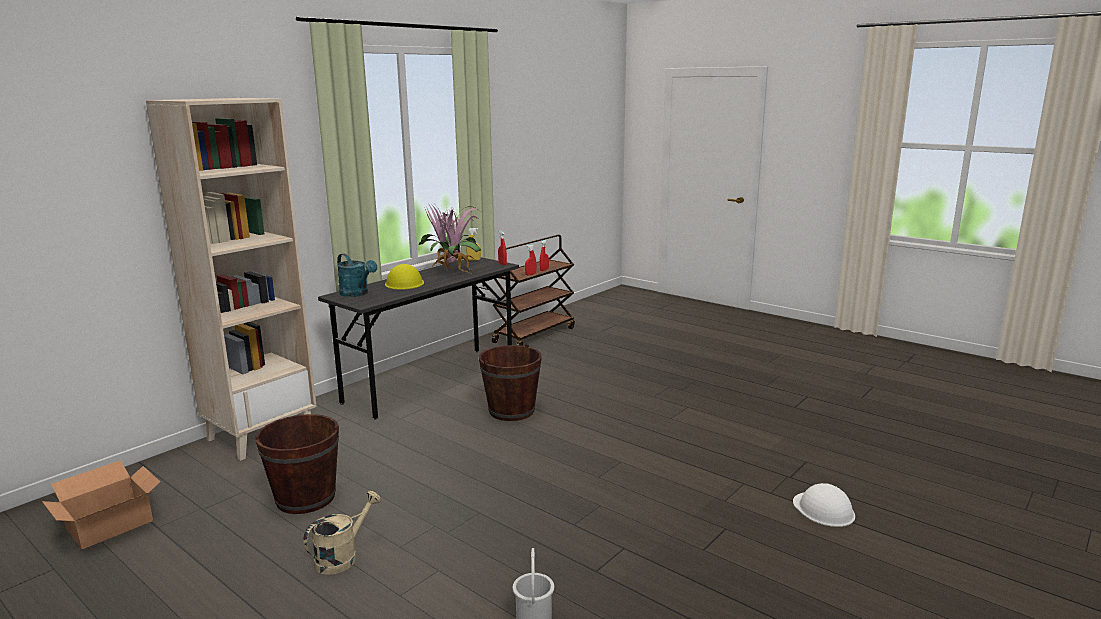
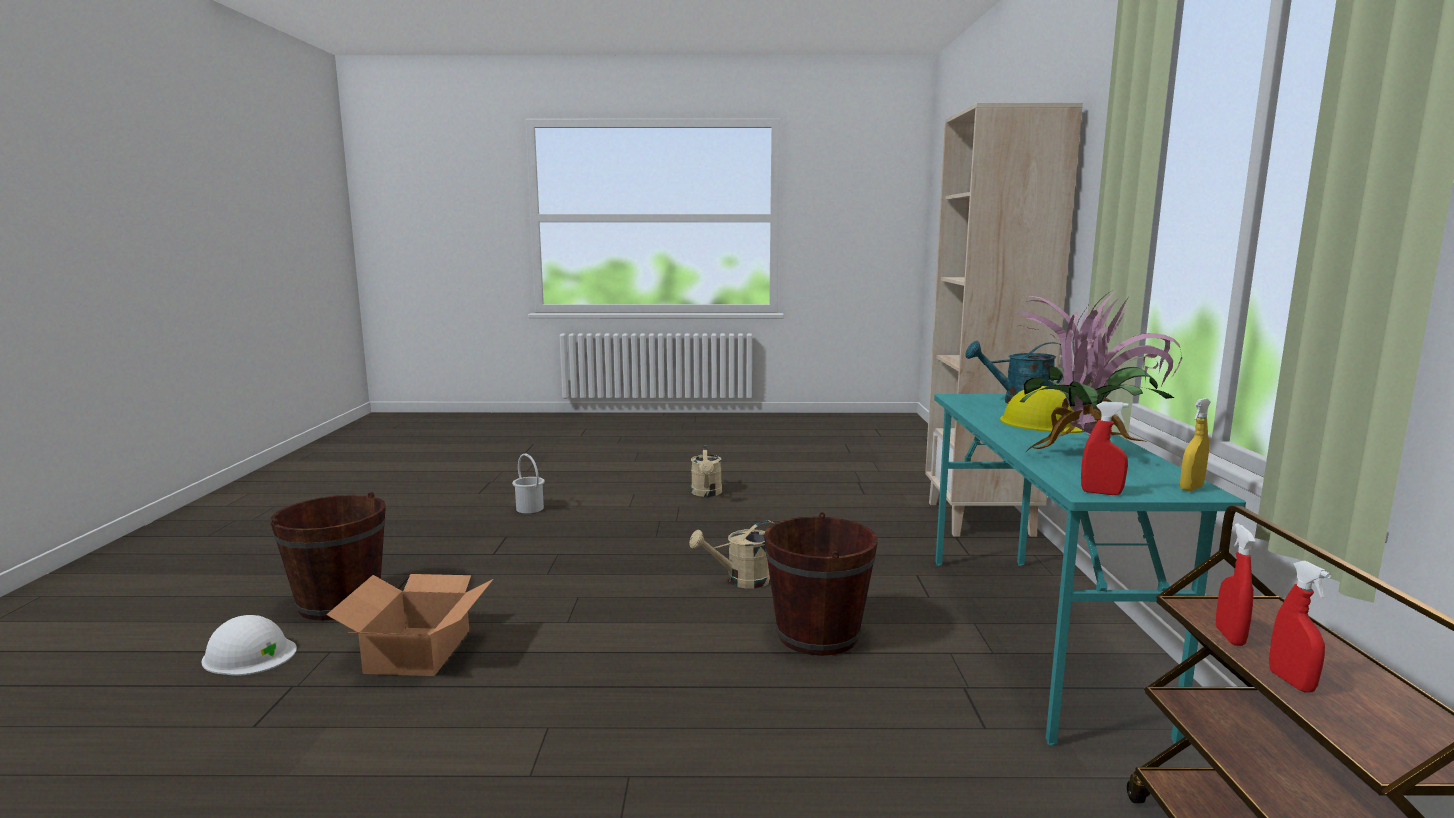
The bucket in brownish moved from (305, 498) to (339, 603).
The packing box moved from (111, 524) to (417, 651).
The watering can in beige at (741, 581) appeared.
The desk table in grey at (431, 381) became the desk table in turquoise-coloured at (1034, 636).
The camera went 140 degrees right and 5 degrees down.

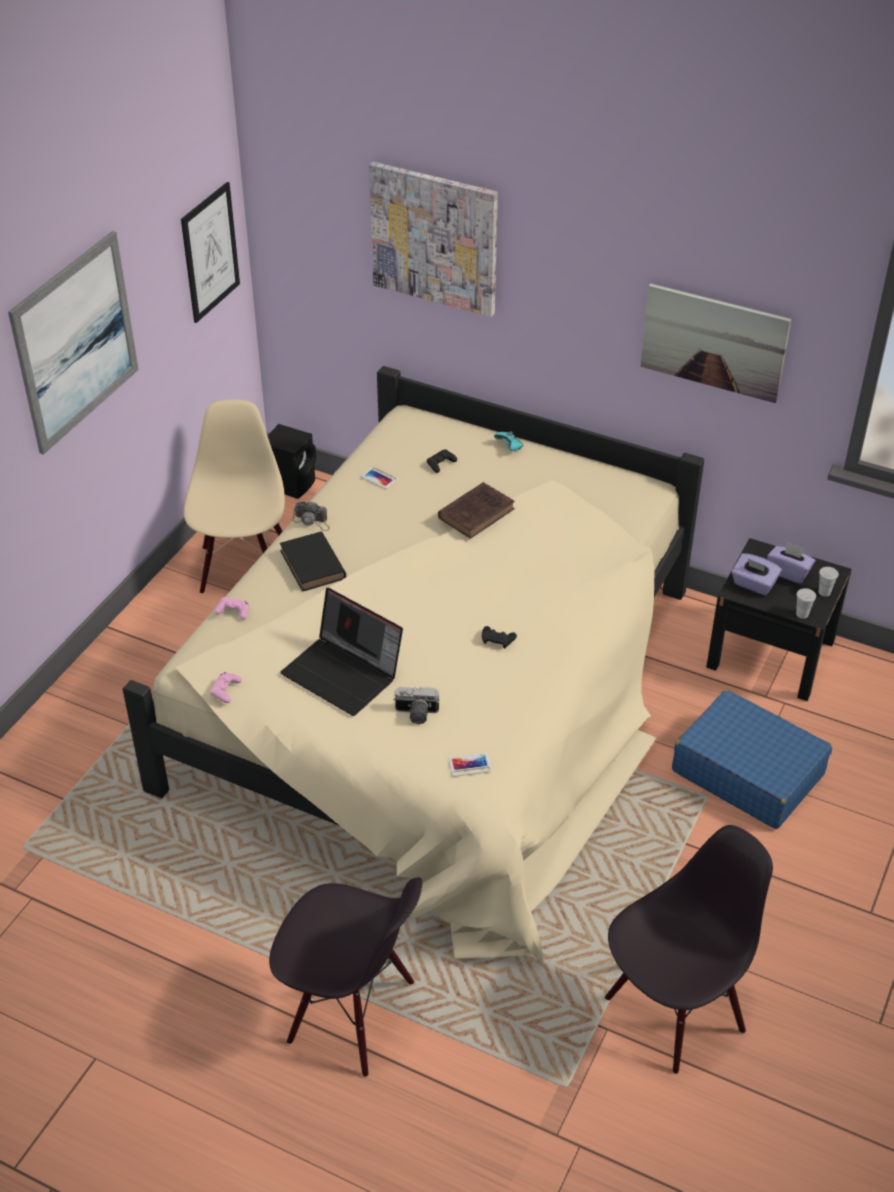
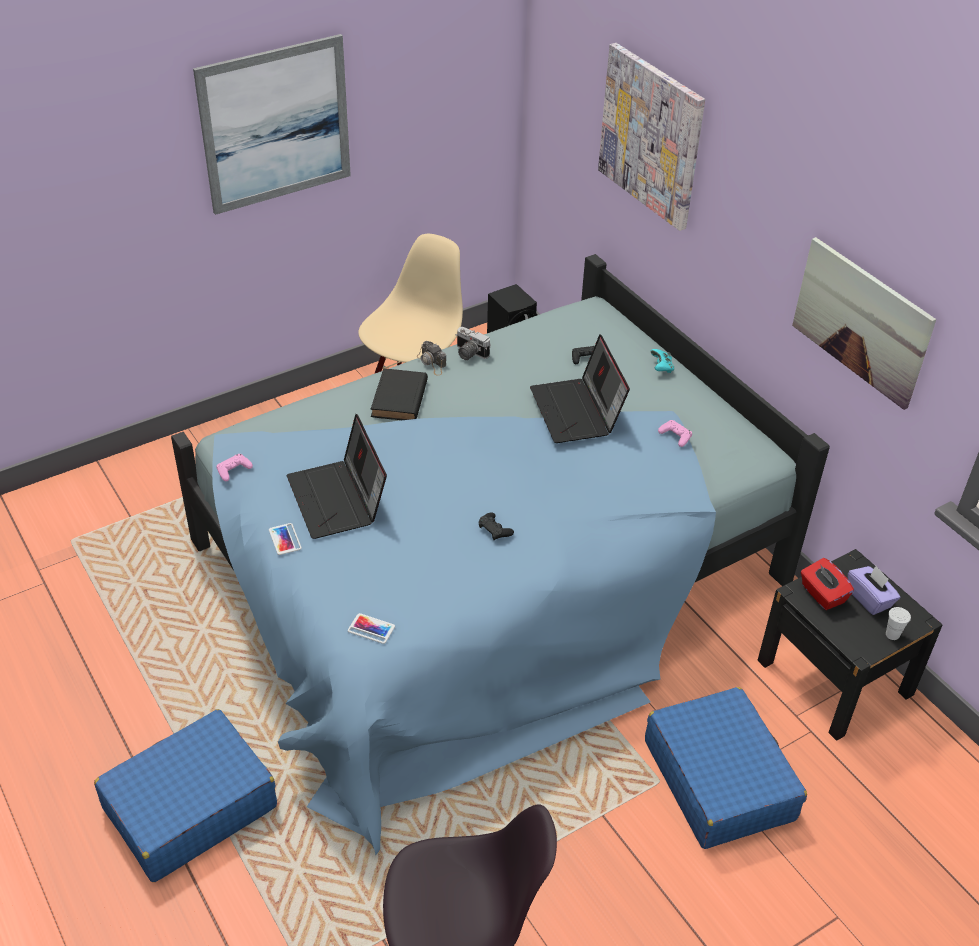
The upright chair in black at (351, 1014) was replaced by the travel case in blue at (189, 807).
The bedroom bed in beige at (441, 701) became the bedroom bed in blue at (486, 577).
The handset moved from (379, 478) to (285, 539).
The still camera moved from (416, 714) to (469, 354).
The volume in brownish at (477, 513) was replaced by the laptop at (577, 412).
The joypad in pink moved from (233, 611) to (675, 436).
The tissue holder in purple at (753, 584) became the tissue holder in red-coloured at (822, 594).
The picture at (210, 252) disappeared.
The drinking cup in white at (802, 614) disappeared.
The camera went 30 degrees right and 0 degrees up.

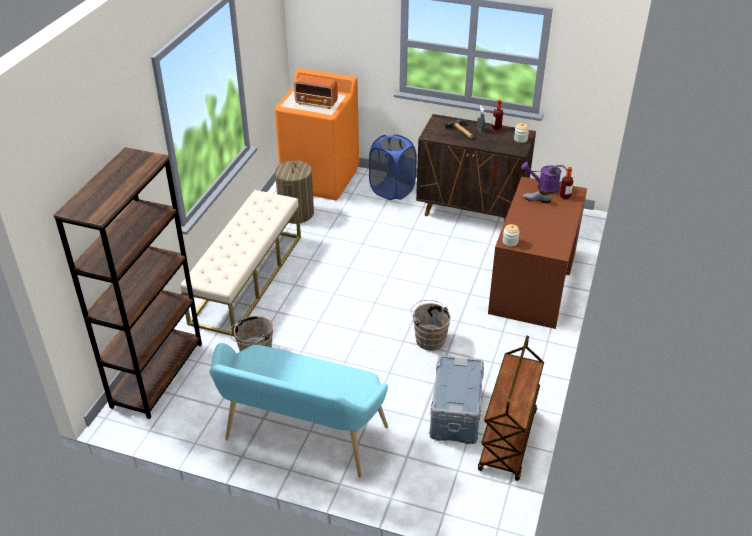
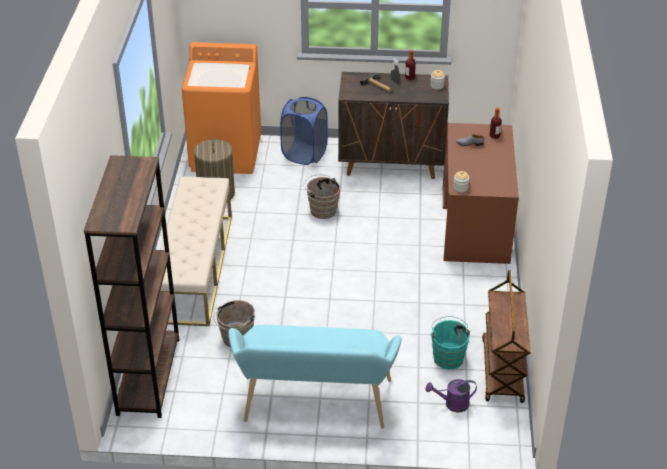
The bucket in brownish moved from (429, 338) to (322, 209).
The watering can in purple moved from (544, 188) to (452, 404).
The storage bin in grey at (456, 413) was replaced by the bucket in turquoise-coloured at (448, 356).
The radio at (317, 103) disappeared.
The camera went 15 degrees left and 0 degrees up.

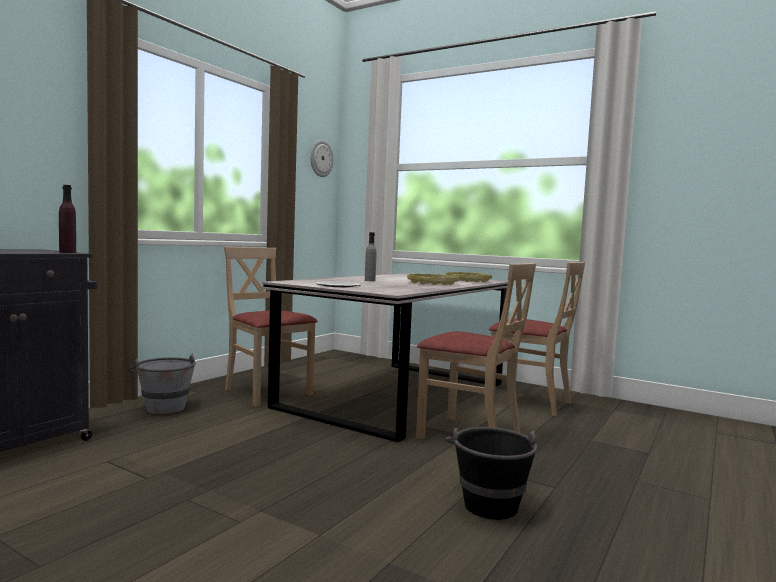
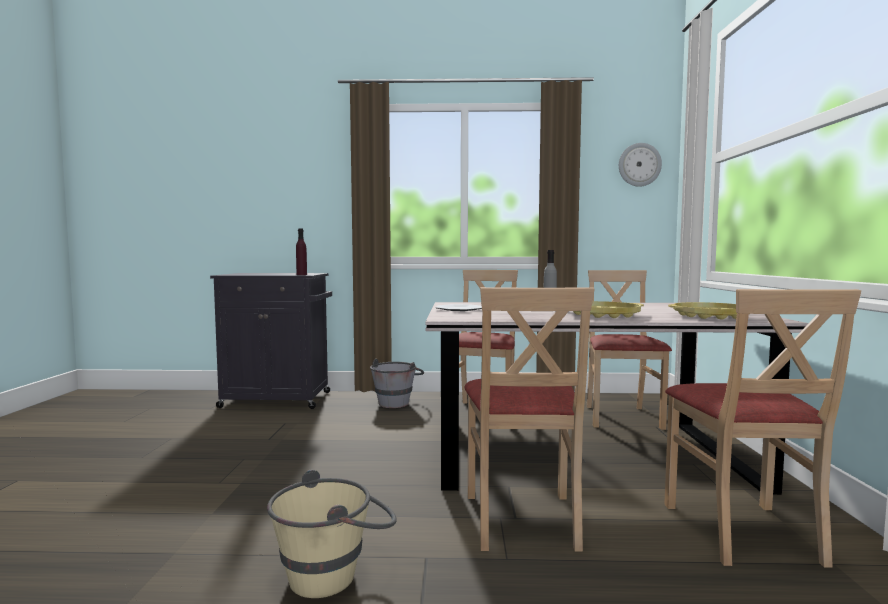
The bucket in black at (488, 500) became the bucket in beige at (335, 572).
The upright chair in beige at (621, 417) appeared.
The camera went 60 degrees right and 0 degrees up.

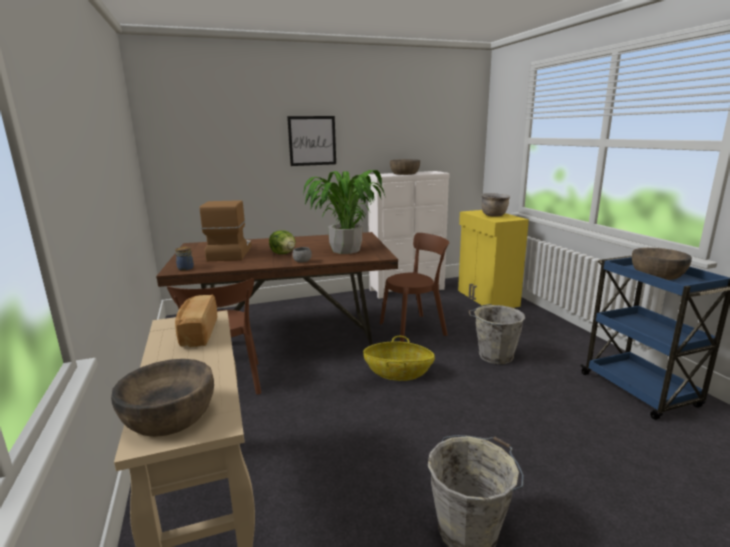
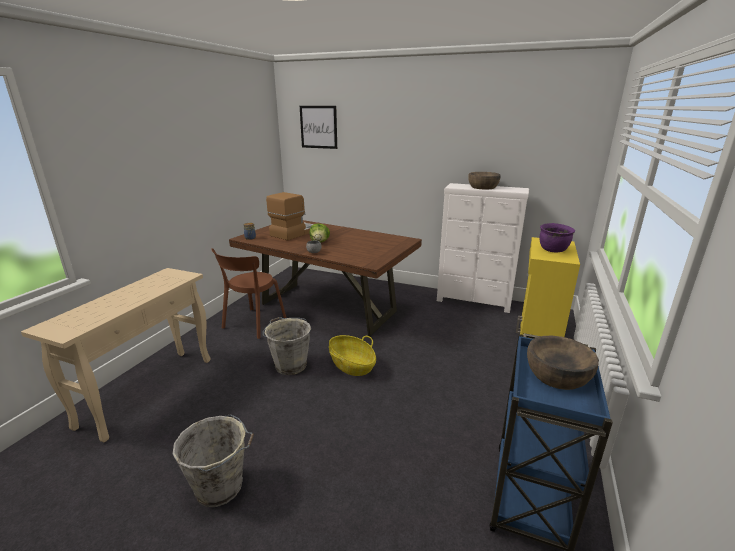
The bucket in grey moved from (494, 356) to (290, 365).
The picture moved from (312, 141) to (318, 127).
The cooking pot in brownish at (494, 215) became the cooking pot in purple at (553, 250).
The serving bowl in brownish at (169, 415) disappeared.
The bread at (197, 333) disappeared.
The houseplant at (345, 250) disappeared.
The upright chair in brownish at (415, 328) disappeared.
The camera went 40 degrees right and 5 degrees up.

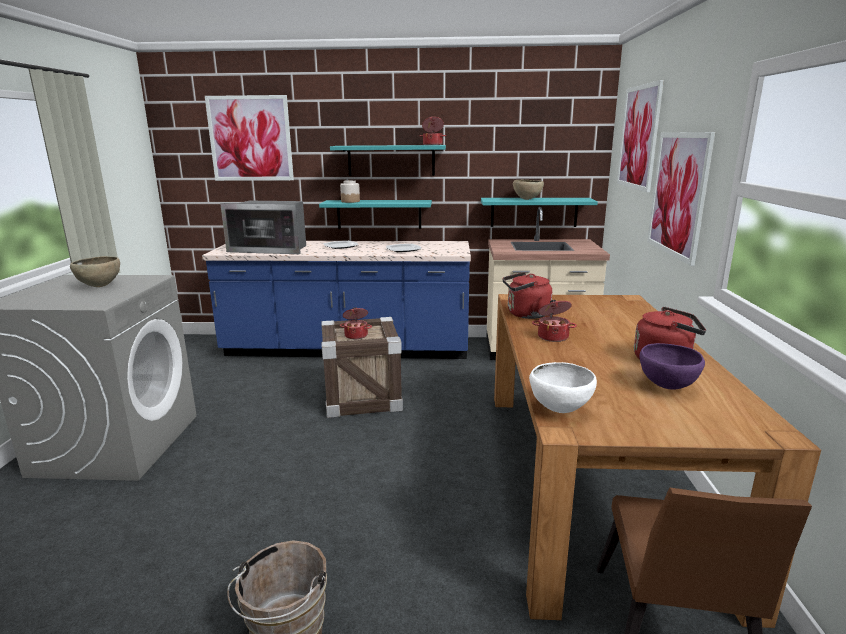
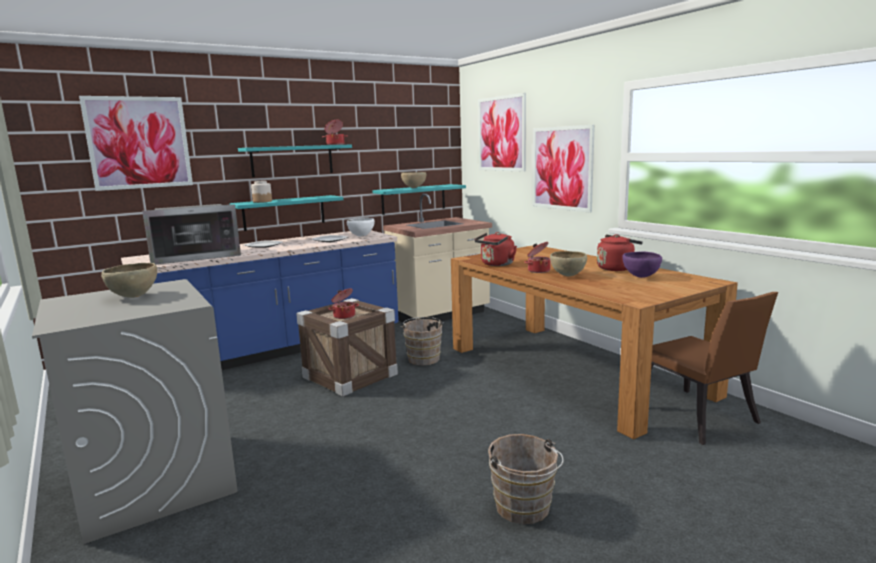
The serving bowl in white moved from (560, 410) to (361, 236).
The bucket in brownish at (423, 358) appeared.
The serving bowl in brownish at (567, 276) appeared.
The camera went 35 degrees left and 5 degrees down.

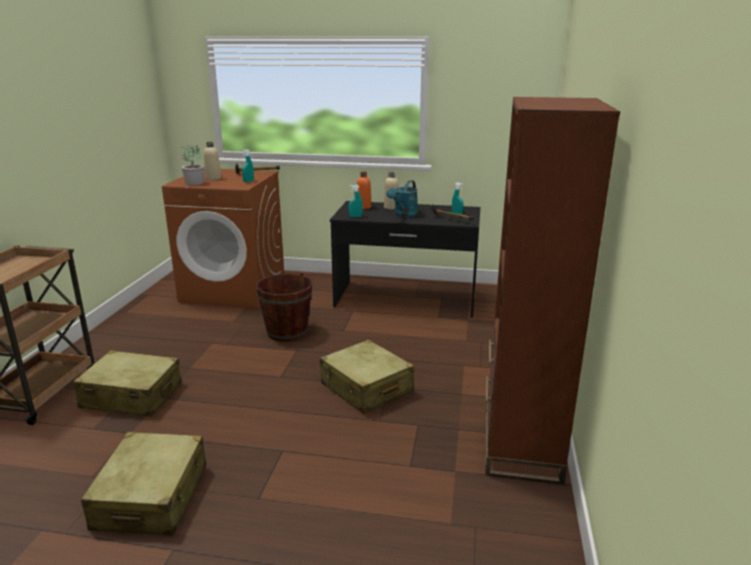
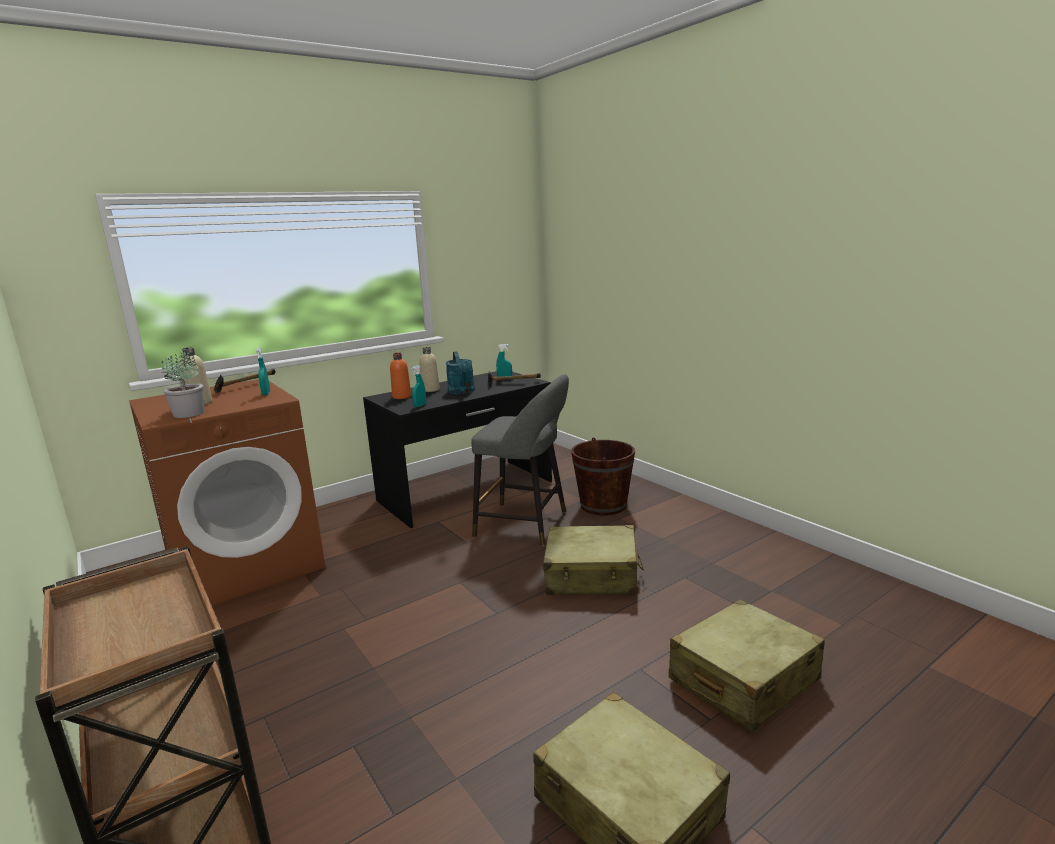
The stool seat in grey at (526, 524) appeared.
The bucket in brownish moved from (287, 332) to (603, 505).
The travel case in beige moved from (132, 396) to (743, 680).
The bookcase in brownish at (521, 445) disappeared.
The camera went 45 degrees left and 5 degrees down.

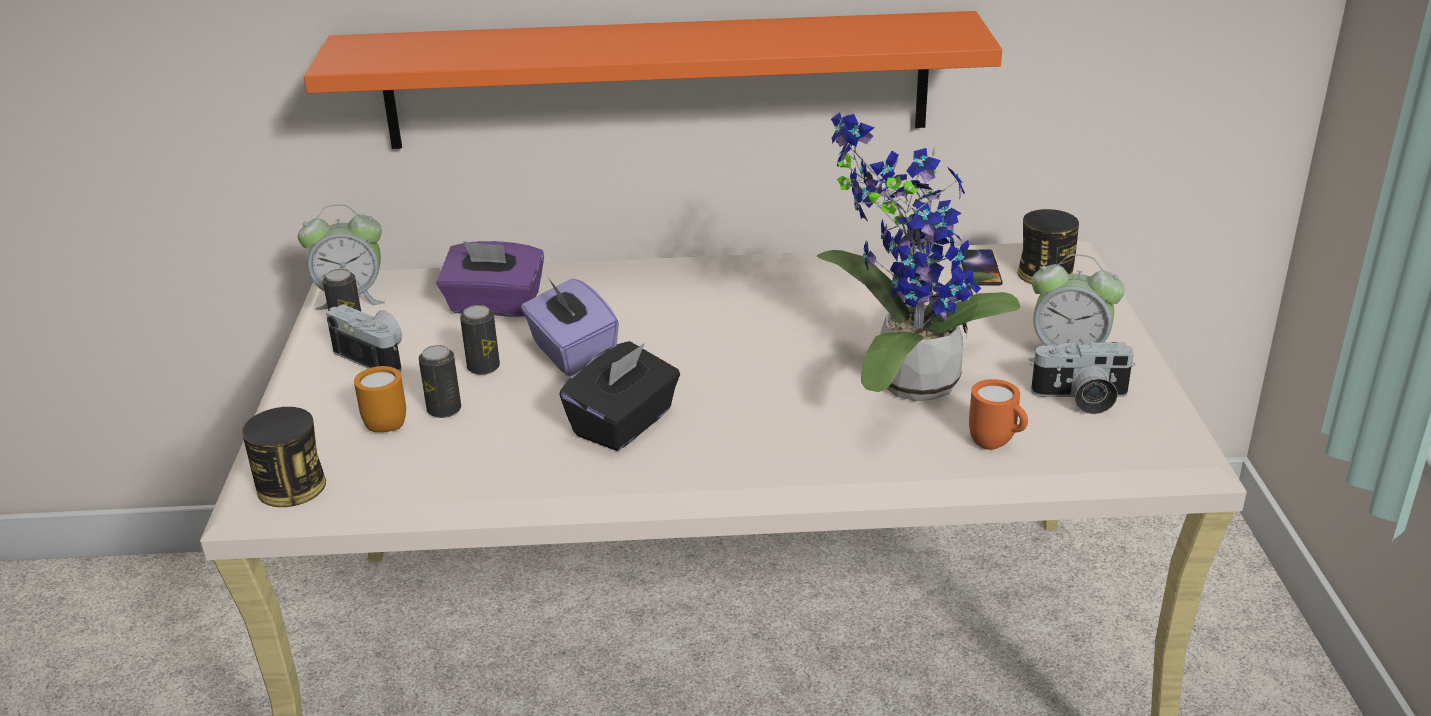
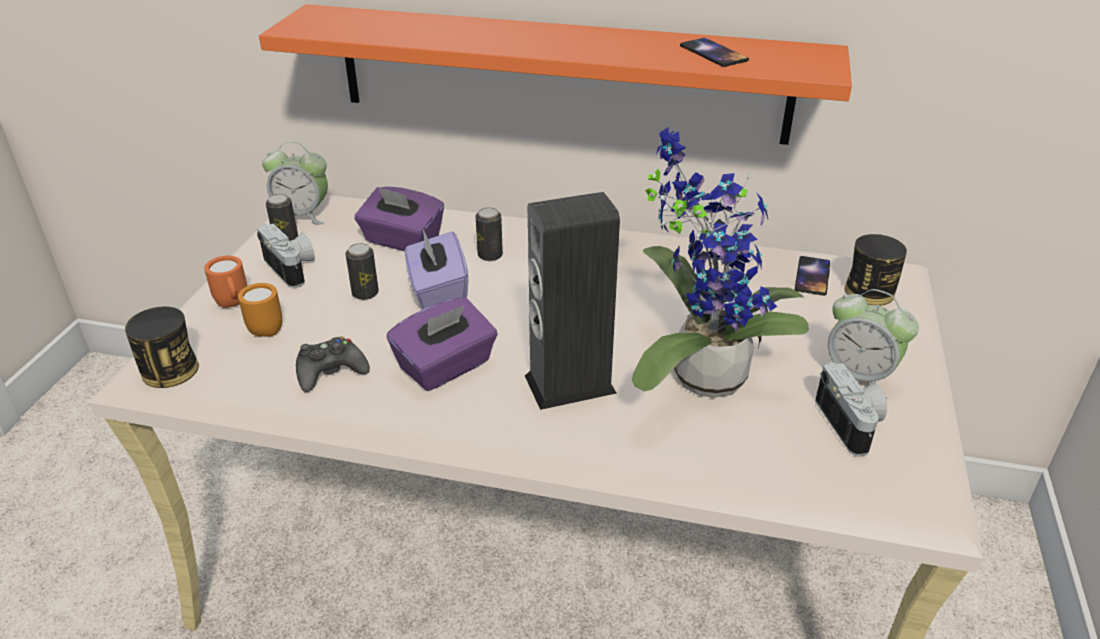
The mug in orange moved from (997, 444) to (234, 305).
The joypad in black at (331, 371) appeared.
The tissue holder in black at (624, 424) became the tissue holder in purple at (446, 367).
The sealed can moved from (444, 410) to (490, 255).
The speaker at (570, 384) appeared.
The handset at (713, 53) appeared.
The still camera at (1081, 399) turned 120 degrees counterclockwise.
The camera went 15 degrees right and 5 degrees up.

